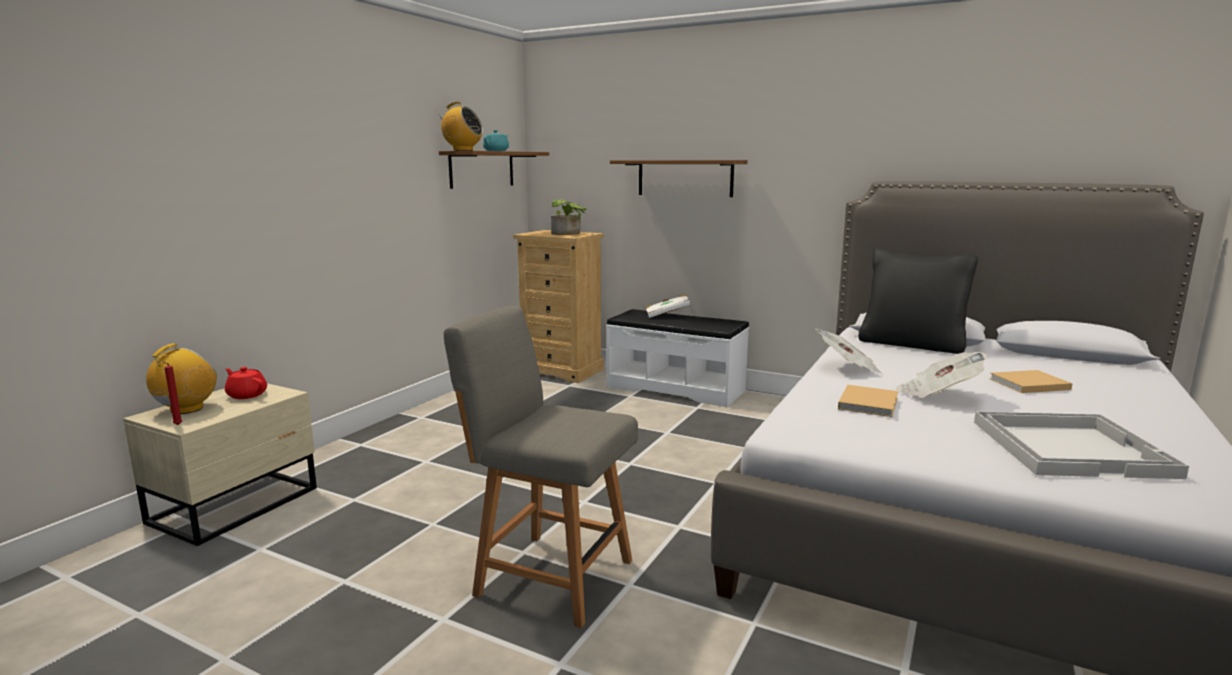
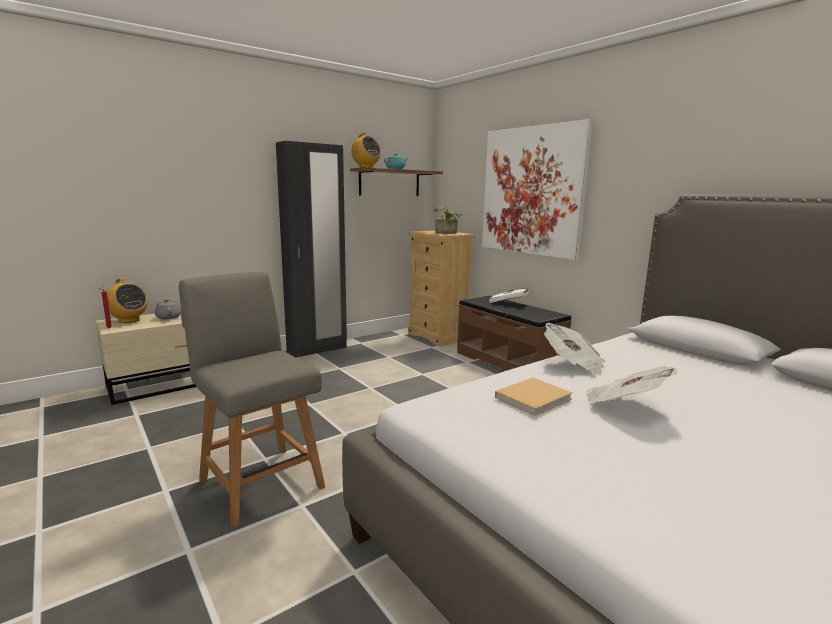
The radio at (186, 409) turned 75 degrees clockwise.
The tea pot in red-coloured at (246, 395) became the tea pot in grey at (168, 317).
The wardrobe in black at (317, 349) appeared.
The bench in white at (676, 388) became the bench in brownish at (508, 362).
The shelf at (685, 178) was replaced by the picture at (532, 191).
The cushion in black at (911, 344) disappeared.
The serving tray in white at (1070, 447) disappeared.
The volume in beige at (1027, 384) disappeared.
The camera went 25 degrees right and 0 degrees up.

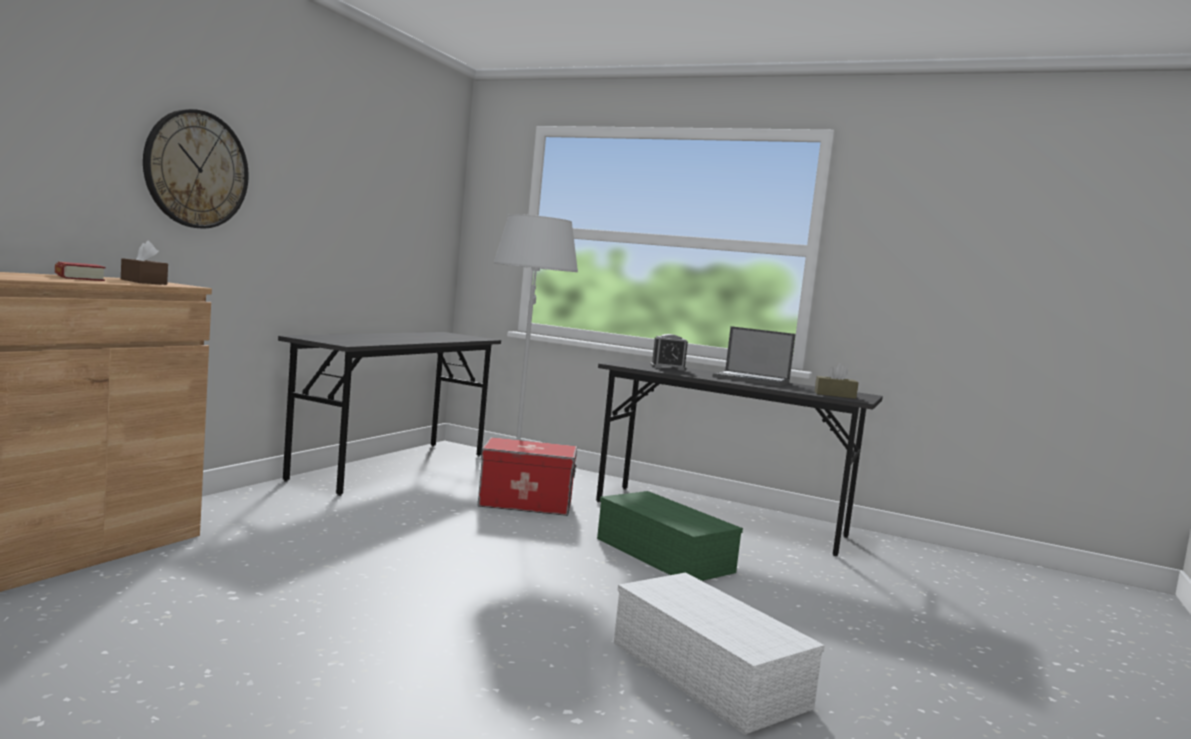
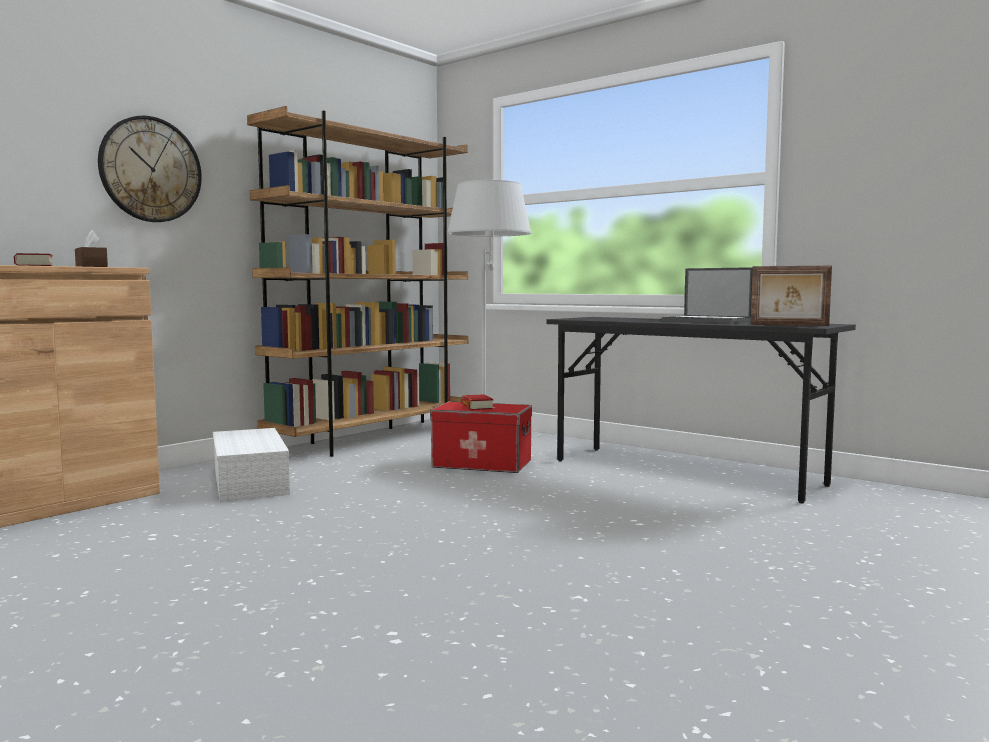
The storage bin in white moved from (711, 675) to (251, 482).
The desk table in grey at (392, 466) was replaced by the bookcase in brownish at (373, 439).
The volume at (477, 406) appeared.
The tissue holder in brownish at (835, 395) was replaced by the standing frame at (789, 325).
The storage bin in greenish at (666, 555) disappeared.
The bedside clock at (668, 367) disappeared.
The camera went 15 degrees right and 0 degrees up.

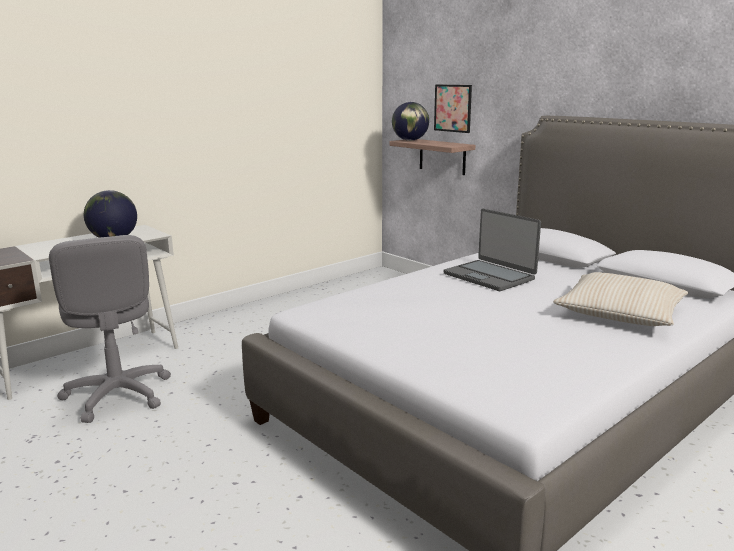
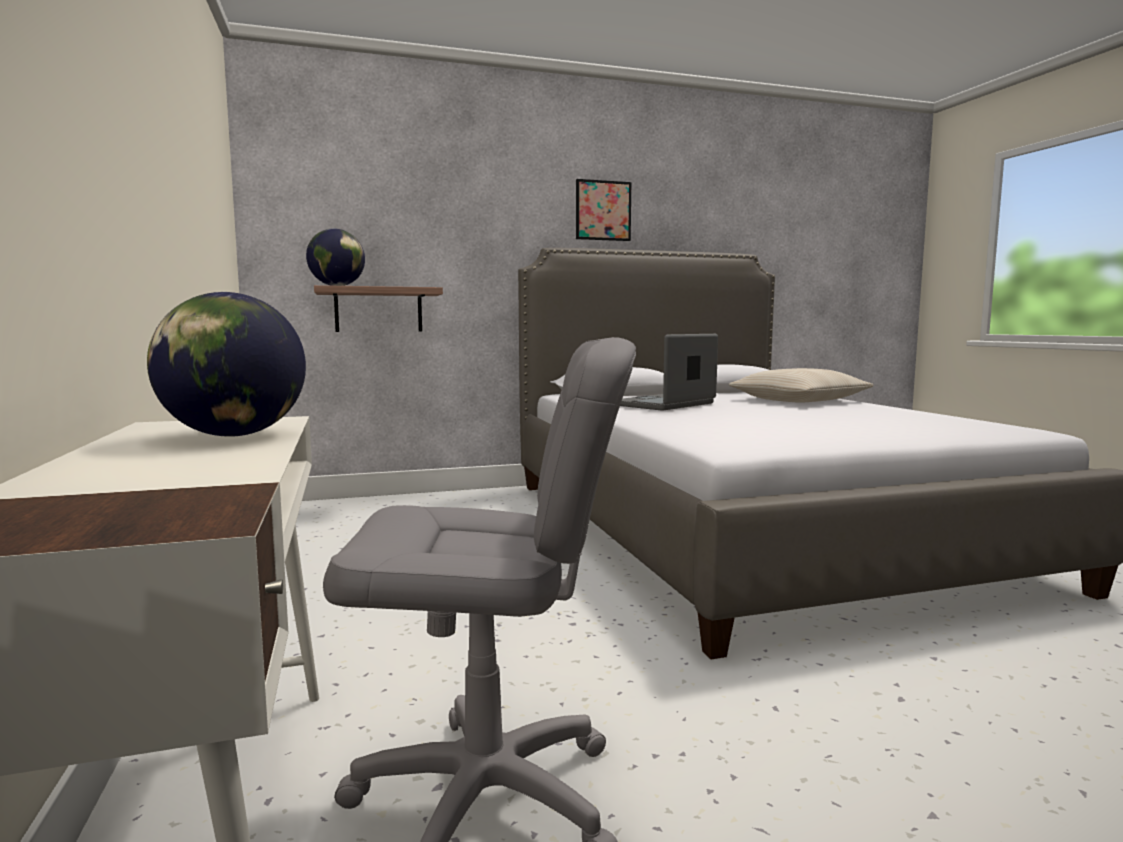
The picture moved from (453, 108) to (603, 210).
The laptop at (489, 276) turned 150 degrees clockwise.
The camera went 65 degrees left and 10 degrees down.

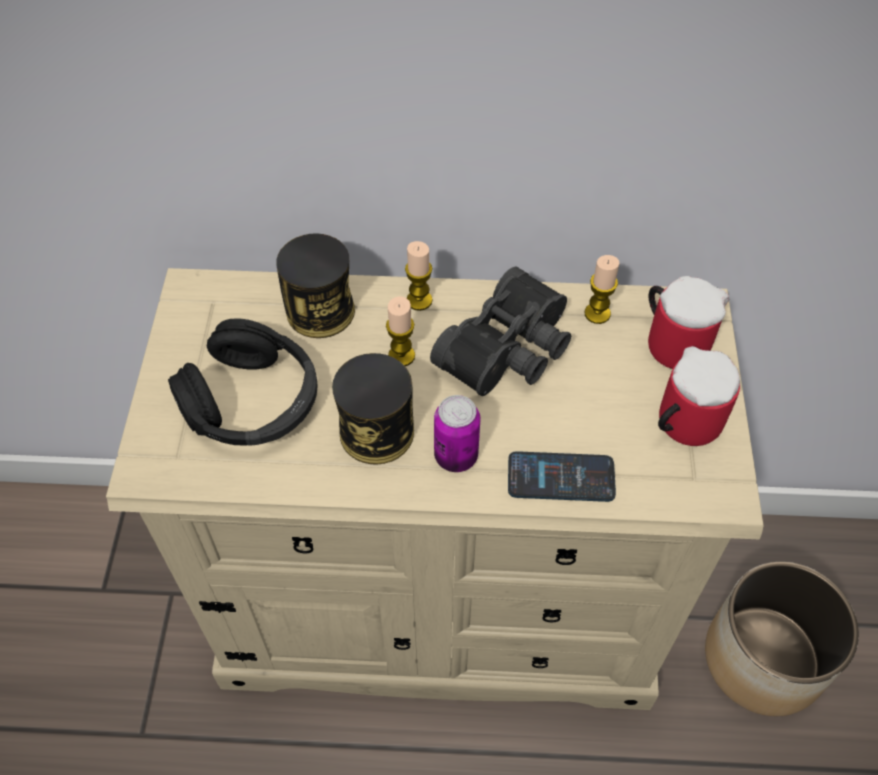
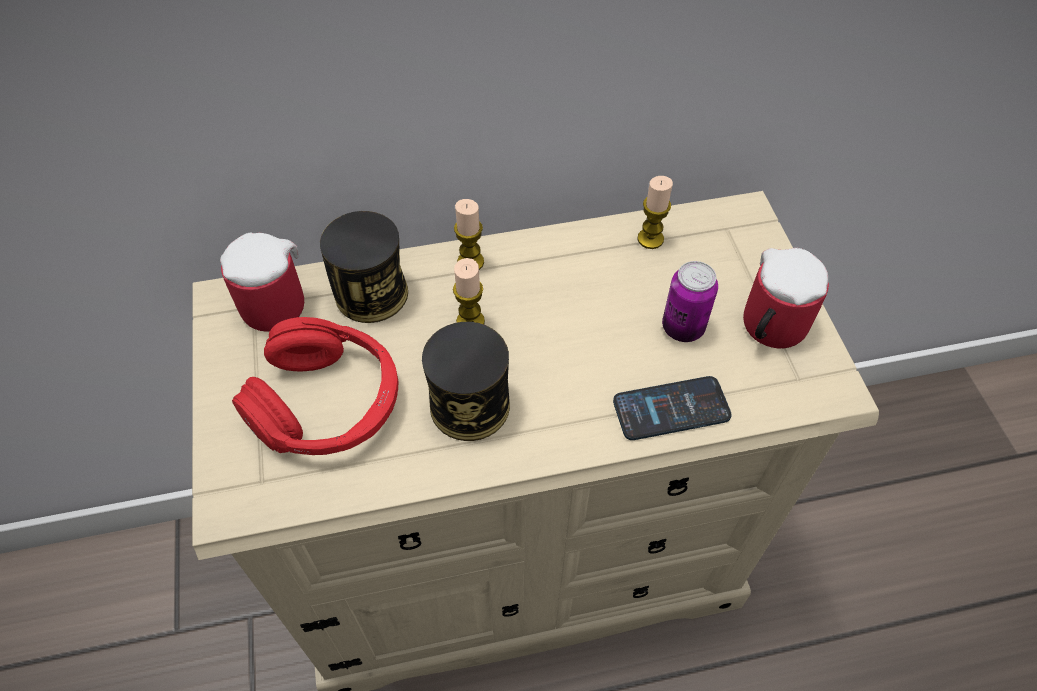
The mug moved from (673, 340) to (269, 301).
The pair of headphones in black at (252, 402) became the pair of headphones in red-coloured at (327, 404).
The sealed can moved from (456, 456) to (683, 328).
The binoculars in black at (510, 350) disappeared.
The flower pot at (764, 659) disappeared.
The camera went 15 degrees left and 0 degrees up.

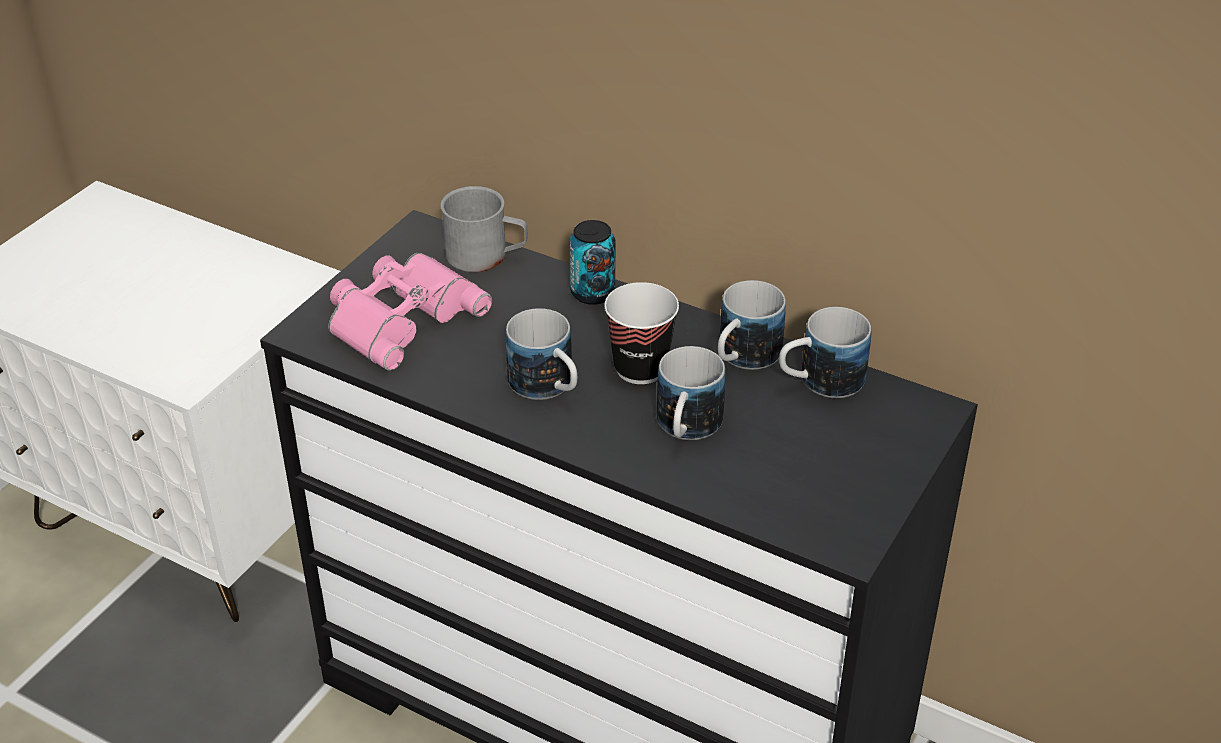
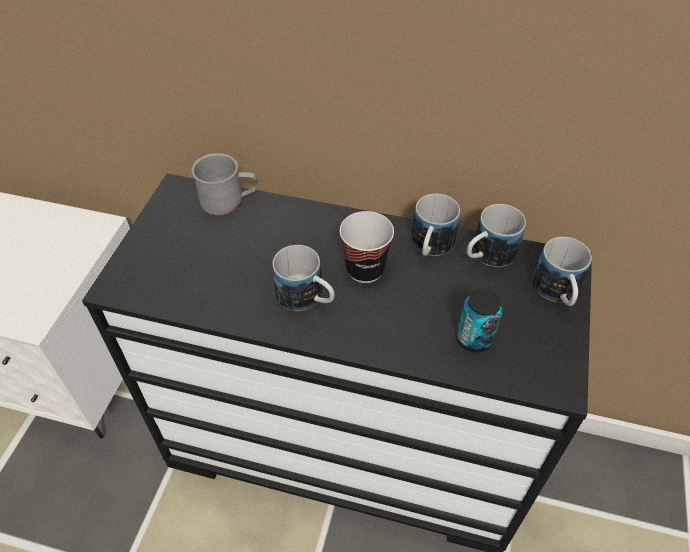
The sealed can moved from (592, 293) to (474, 339).
The mug moved from (686, 429) to (557, 294).
The binoculars in pink at (401, 316) disappeared.
The camera went 15 degrees left and 10 degrees up.

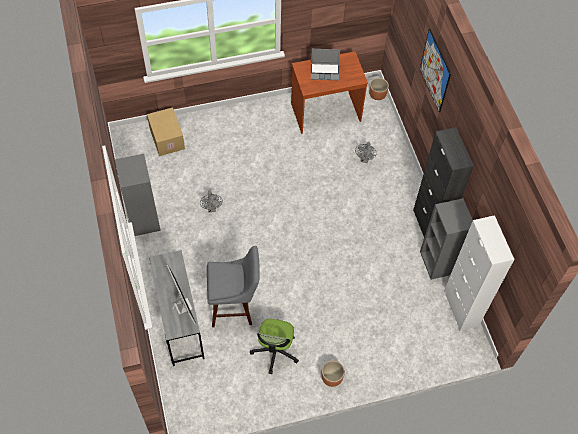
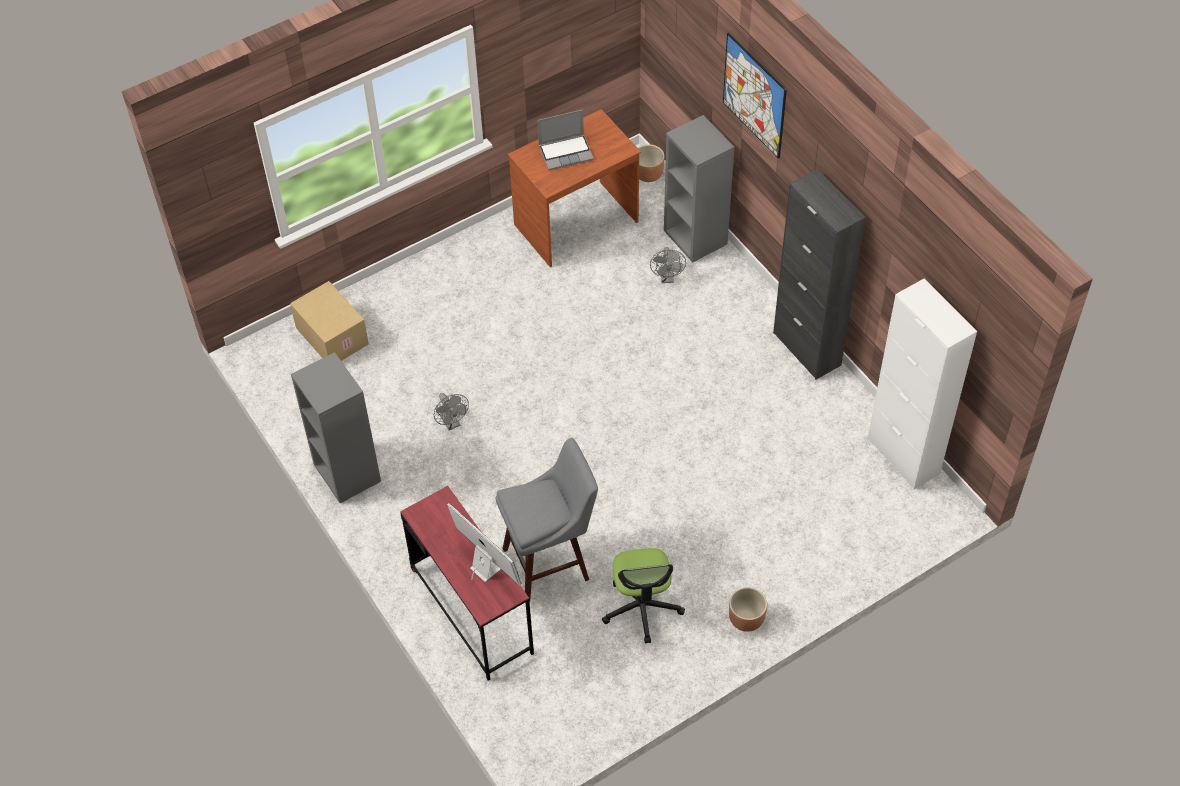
The desk table in grey at (180, 322) became the desk table in red-coloured at (471, 611).
The bookcase in grey moved from (438, 262) to (696, 237).
The camera went 15 degrees left and 5 degrees down.

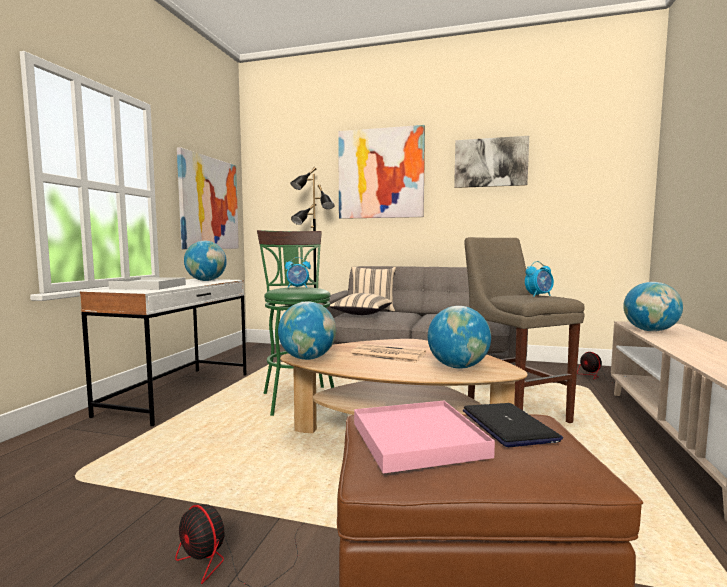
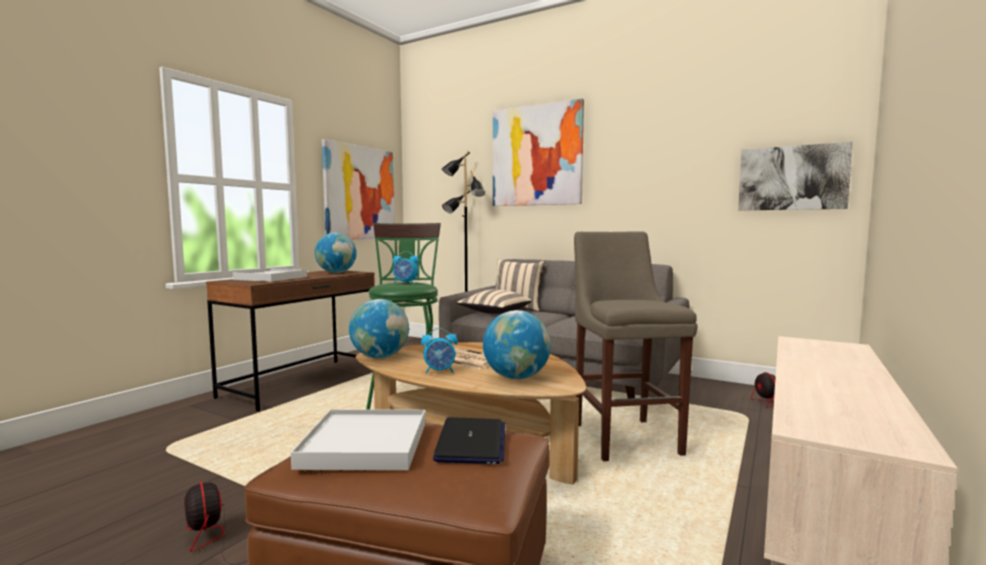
The desk table in white at (179, 393) became the desk table in brownish at (303, 383).
The serving tray in pink at (417, 439) became the serving tray in white at (365, 444).
The bedside clock moved from (539, 295) to (440, 371).
The picture moved from (490, 162) to (792, 178).
The desk globe at (650, 331) disappeared.
The camera went 15 degrees right and 0 degrees up.

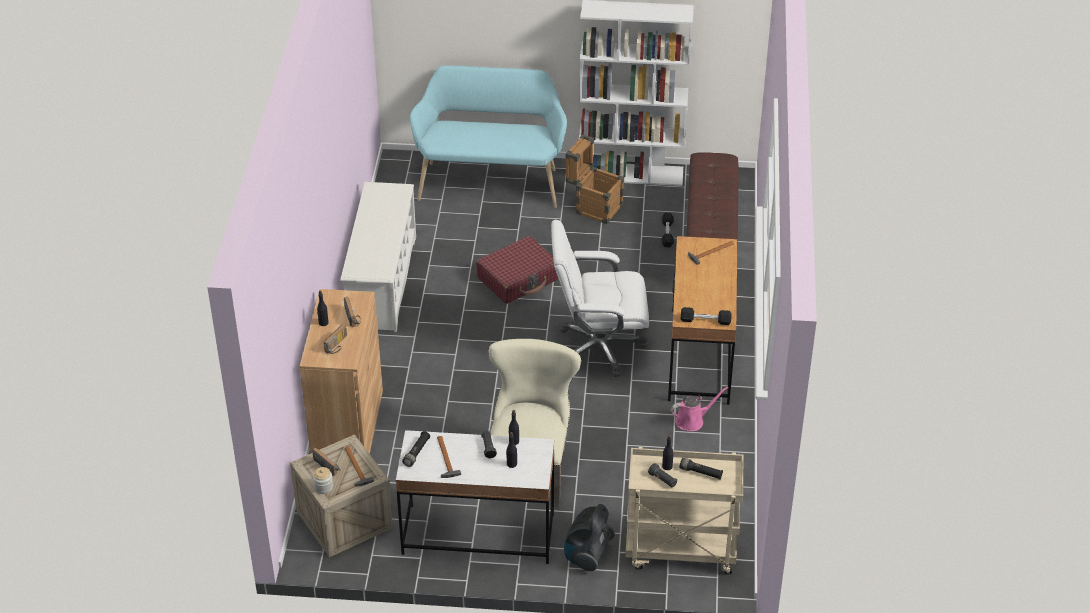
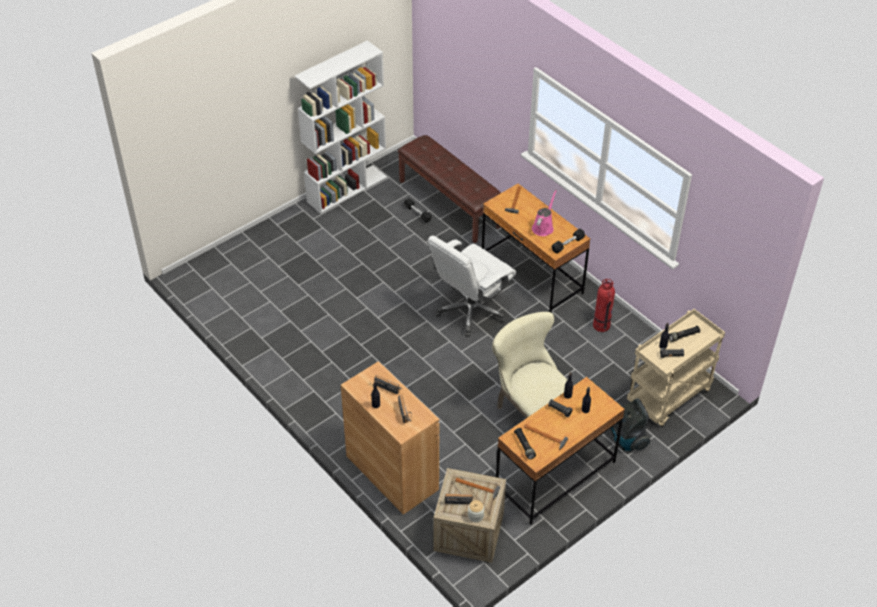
The desk table in white at (478, 534) became the desk table in brownish at (555, 476).
The watering can in pink moved from (692, 420) to (543, 227).
The fire extinguisher at (601, 325) appeared.
The shoe shelf in white at (382, 282) disappeared.
The bench in turquoise-coloured at (490, 181) disappeared.
The travel case in red-coloured at (518, 278) disappeared.
The crate at (594, 207) disappeared.
The camera went 45 degrees left and 5 degrees up.

